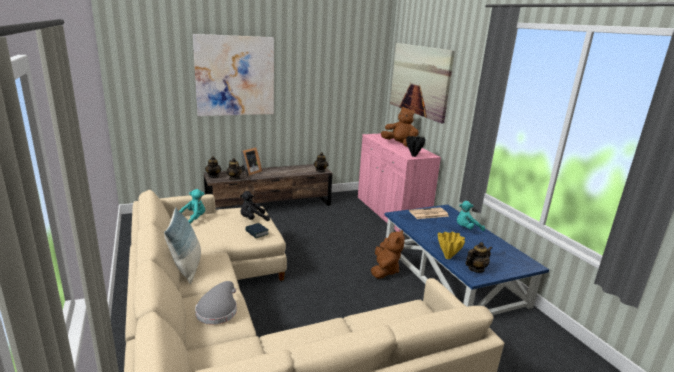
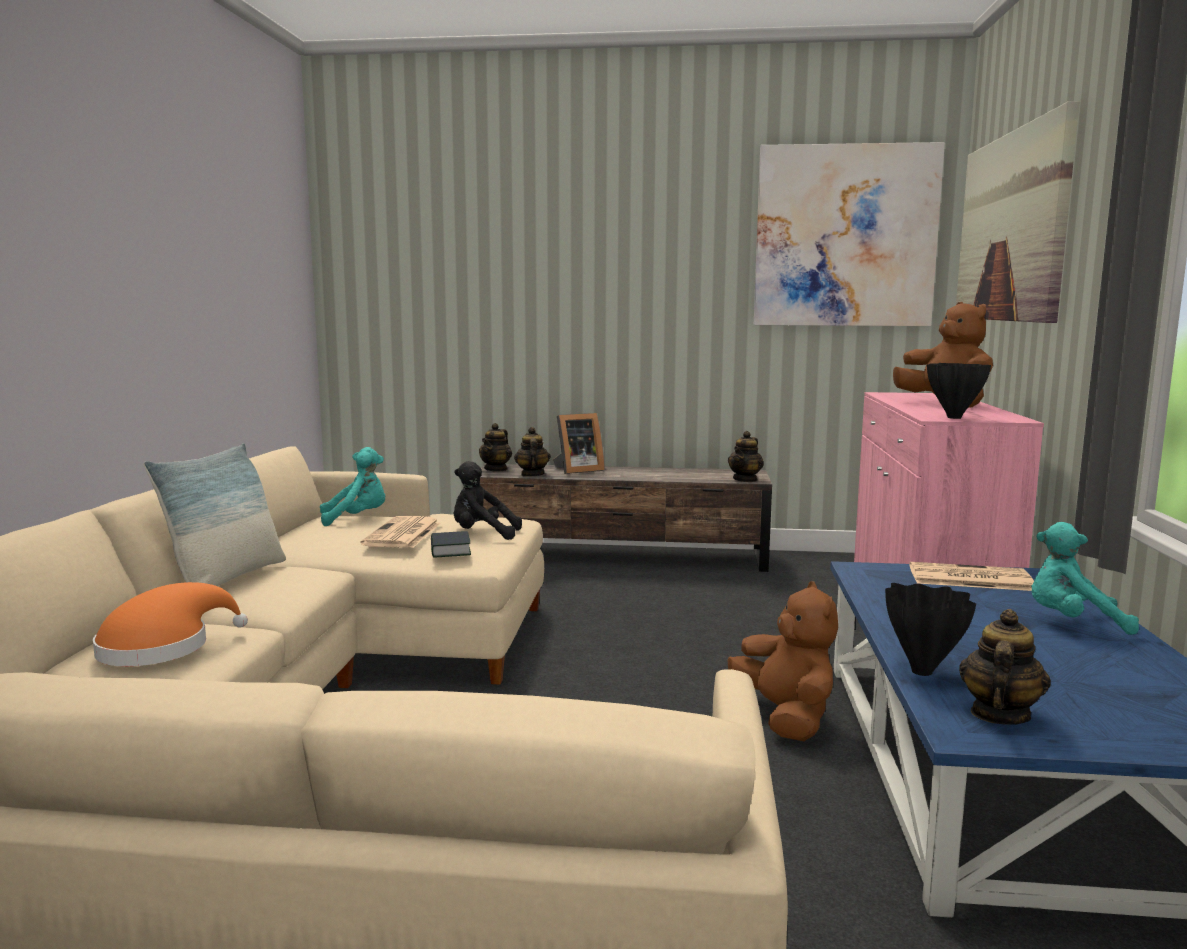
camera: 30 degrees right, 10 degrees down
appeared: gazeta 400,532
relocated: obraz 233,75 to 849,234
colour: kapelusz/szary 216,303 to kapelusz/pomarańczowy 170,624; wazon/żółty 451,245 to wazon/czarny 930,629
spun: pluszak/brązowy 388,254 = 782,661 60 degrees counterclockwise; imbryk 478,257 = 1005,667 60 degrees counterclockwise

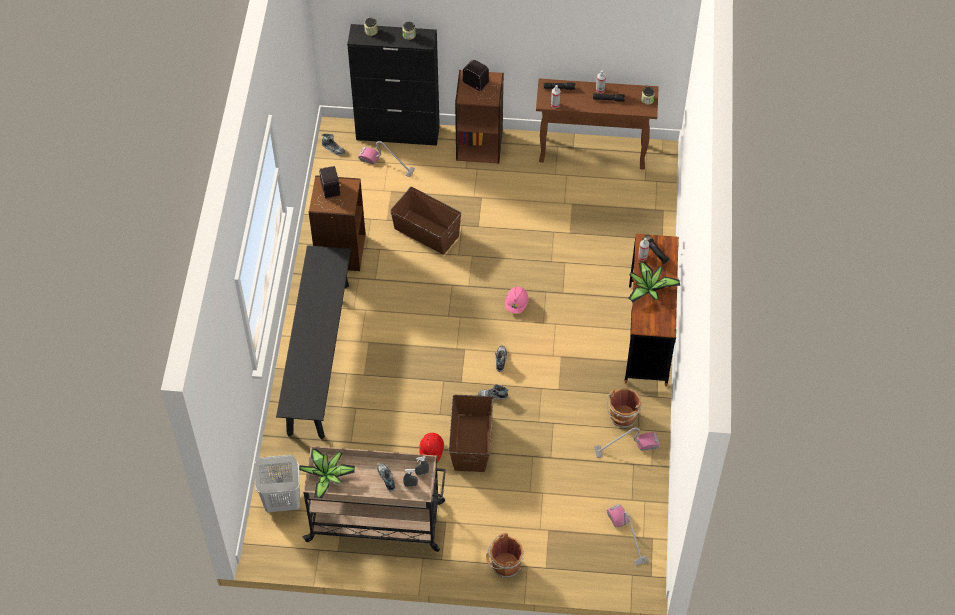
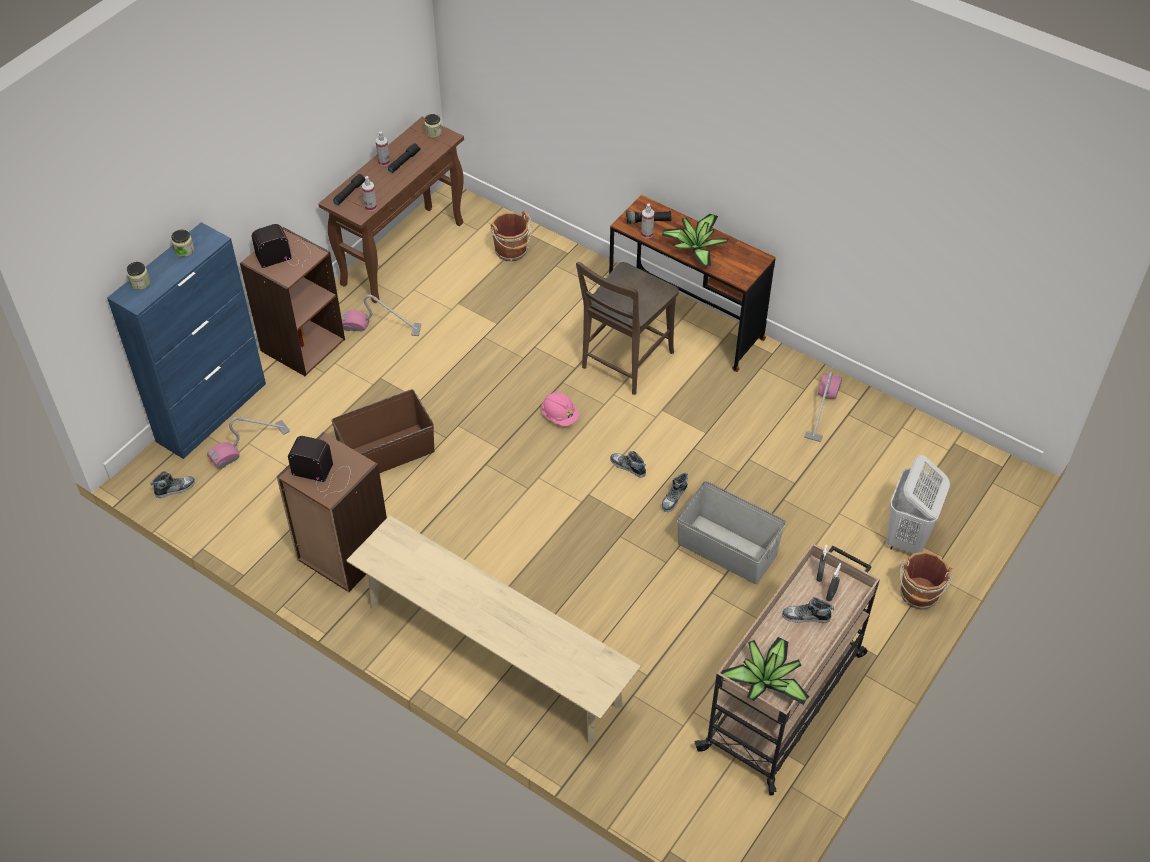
camera: 60 degrees left, 5 degrees down
missing: kask/czerwony 431,448
appeared: krzesło/brązowy 627,328
relocated: kosz na pranie/biały 277,483 to 918,504; wiadro/brązowy 624,408 to 511,236; odkurzacz 628,535 to 381,315
colour: ławka/czarny 313,342 to ławka/beżowy 493,629; szafka/czarny 393,85 to szafka/niebieski 186,340; pojemnik do przechowywania/brązowy 471,433 to pojemnik do przechowywania/szary 731,532

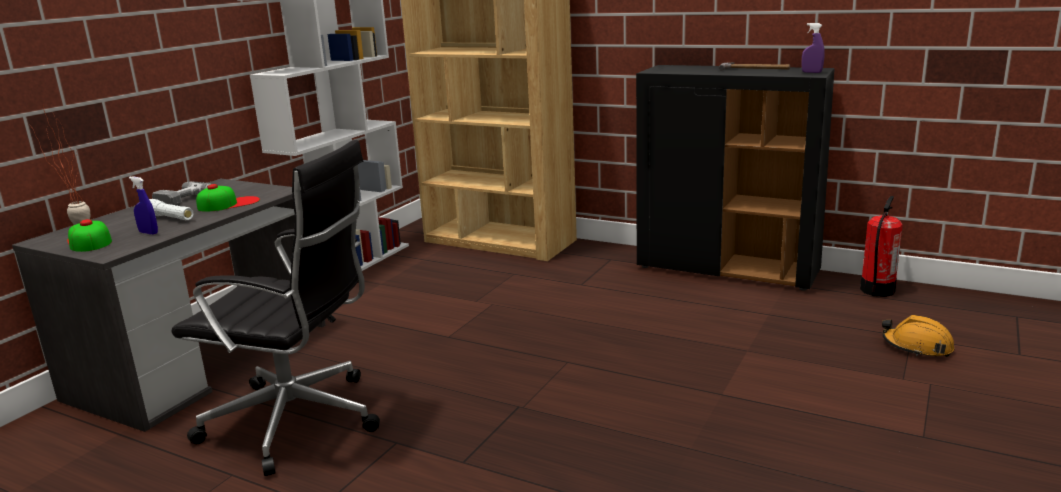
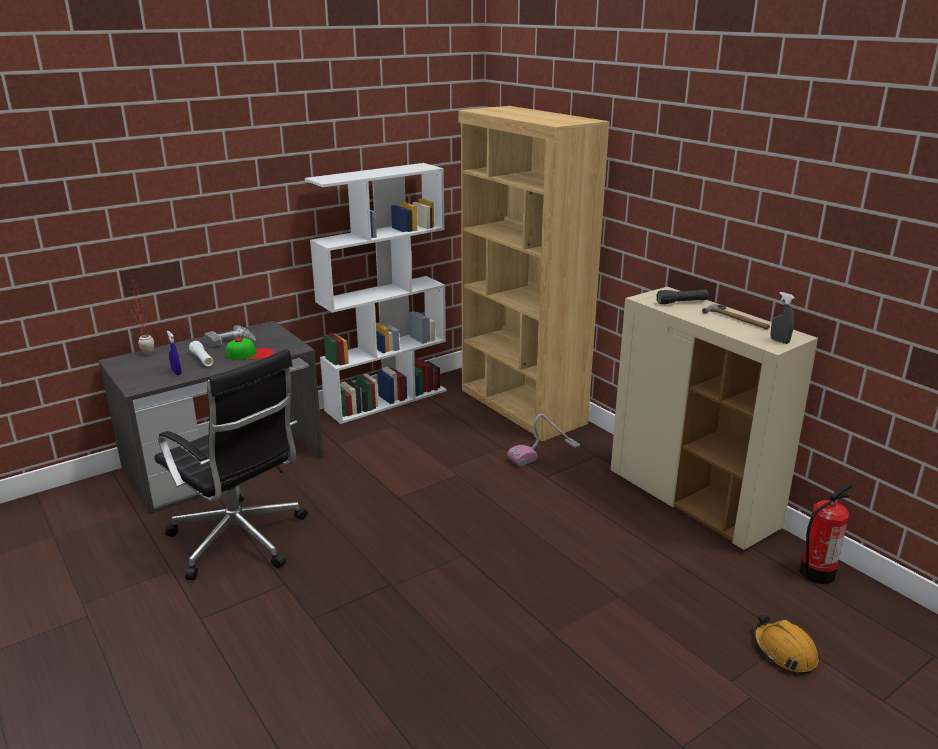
camera: 25 degrees right, 5 degrees up
missing: czapka z daszkiem 89,235
appeared: odkurzacz 543,440; latarka/czarny 682,296
colour: szafka/czarny 735,178 to szafka/beżowy 714,418; spryskiwacz/fioletowy 813,48 to spryskiwacz/szary 782,318

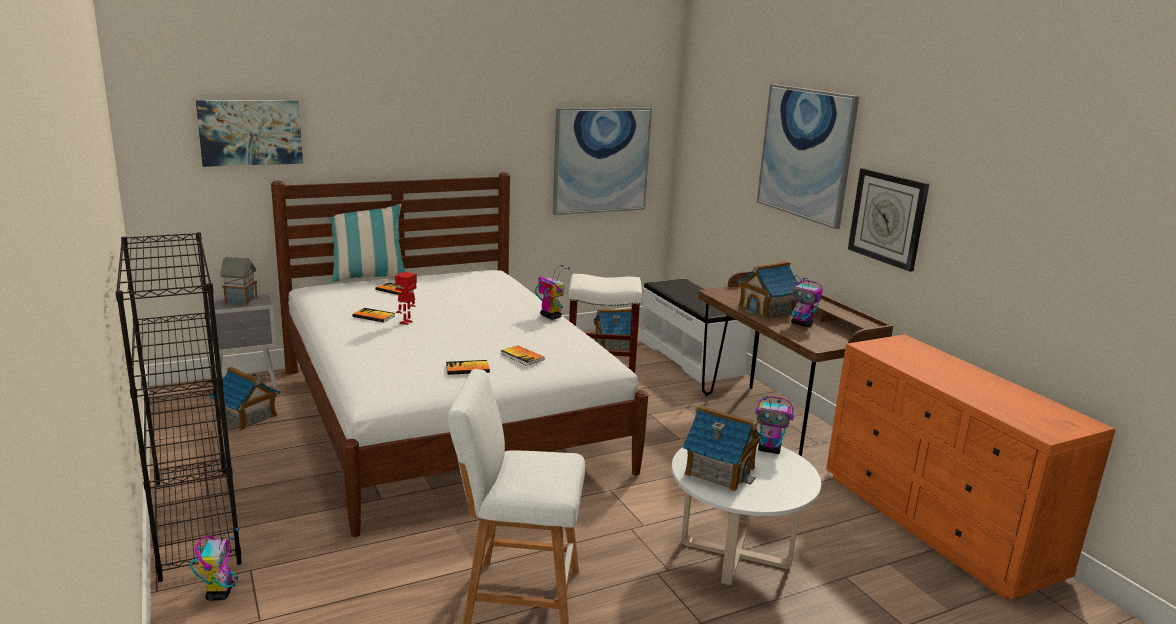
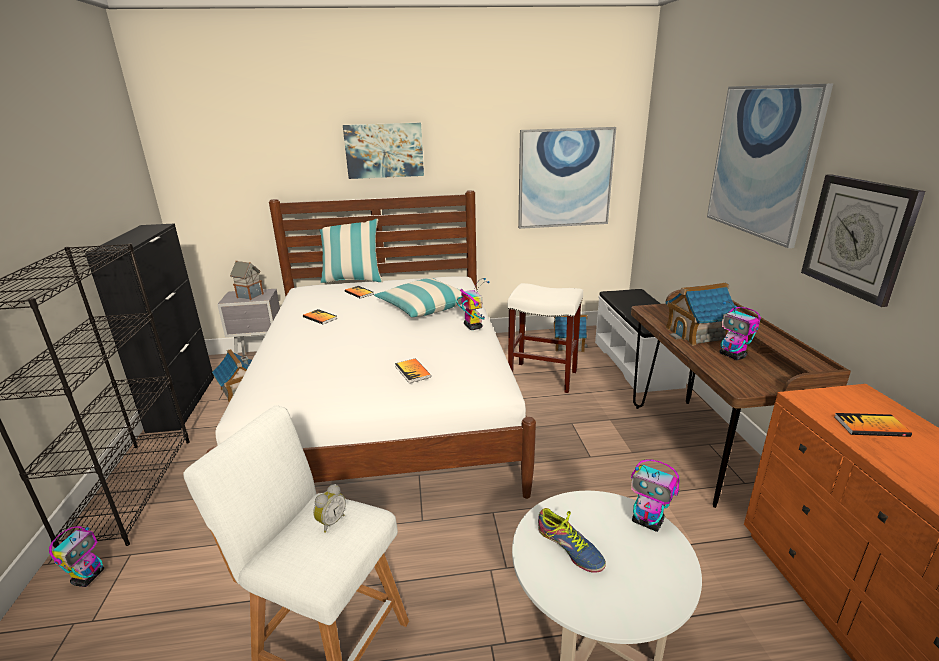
camera: 20 degrees right, 5 degrees up
missing: robot zabawkowy 406,298
appeared: szafka/czarny 149,328; budzik 329,508; poduszka 418,297
relocated: obraz 249,133 to 383,151; książka 468,367 to 873,425
exchanged: domek 722,448 to but 572,540

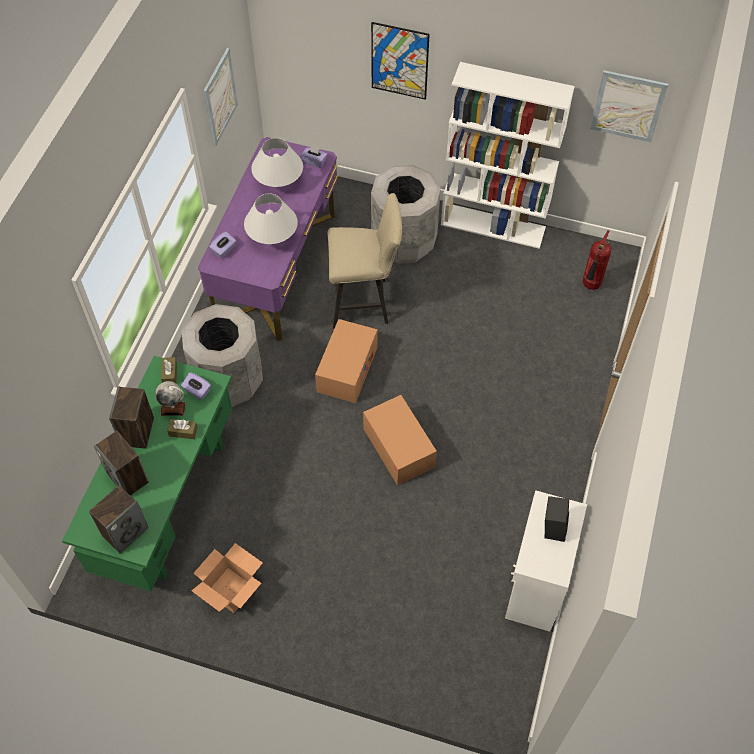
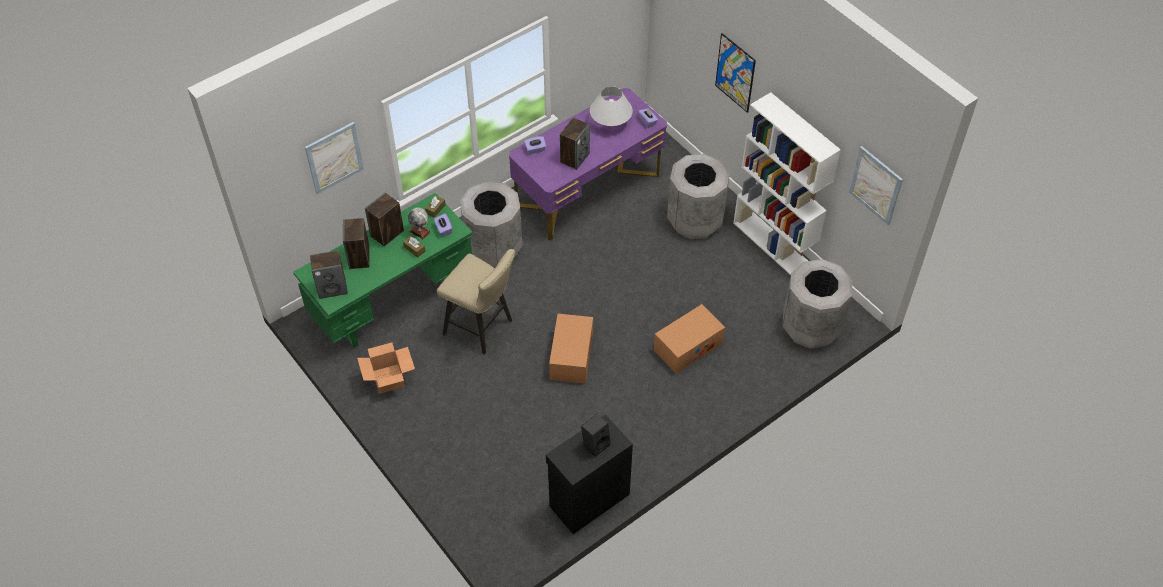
camera: 35 degrees right, 5 degrees down
relocated: obraz 220,97 to 334,158; karton 346,361 to 689,339; stołek/beżowy 364,261 to 476,301
exchanged: lampa stołowa/biały 271,218 to głośnik 575,144; gaśnica 597,260 to kosz na śmieci/szary 817,304
colour: szafka/biały 546,561 to szafka/czarny 589,474

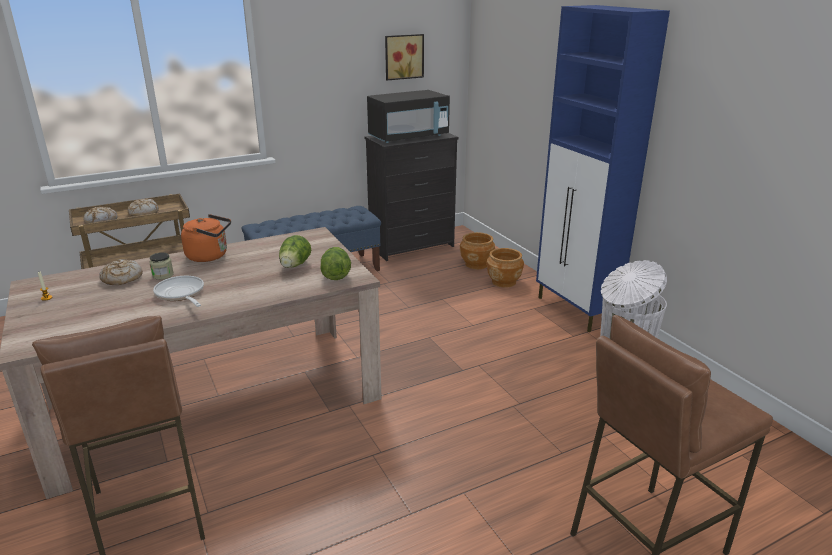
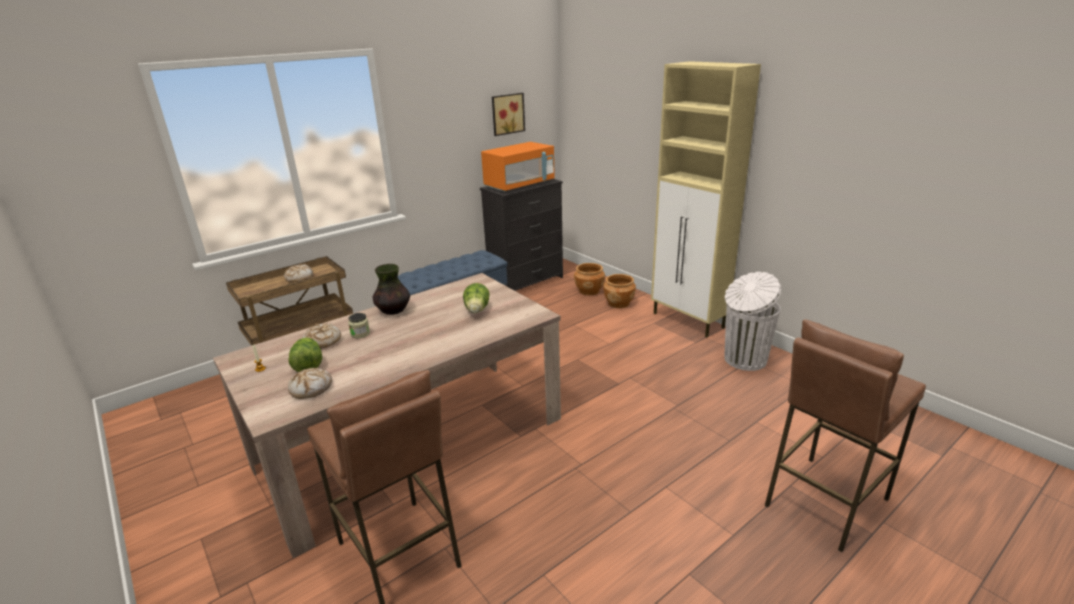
camera: 10 degrees left, 0 degrees up
missing: patelnia 178,291
relocated: chleb 100,215 to 310,383; sałata 336,263 to 305,355
exchanged: czajnik/pomarańczowy 206,238 to wazon 391,289
colour: mikrofalówka/czarny 408,116 to mikrofalówka/pomarańczowy 518,167; szafka/niebieski 603,168 to szafka/beżowy 706,199

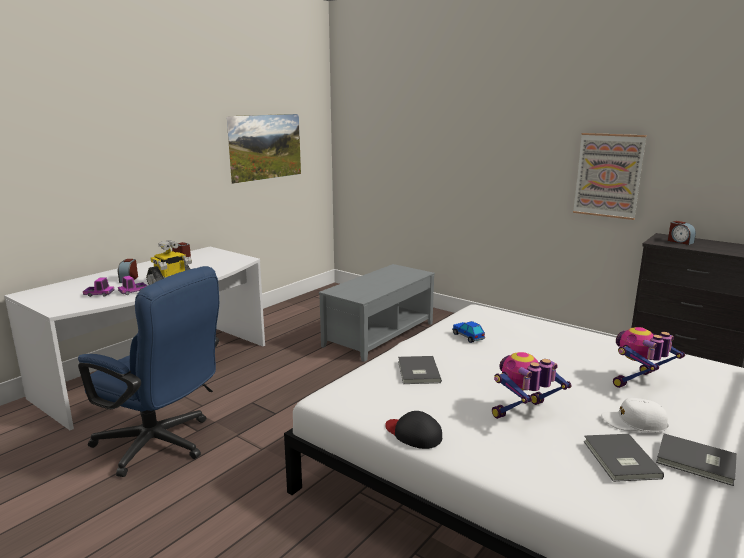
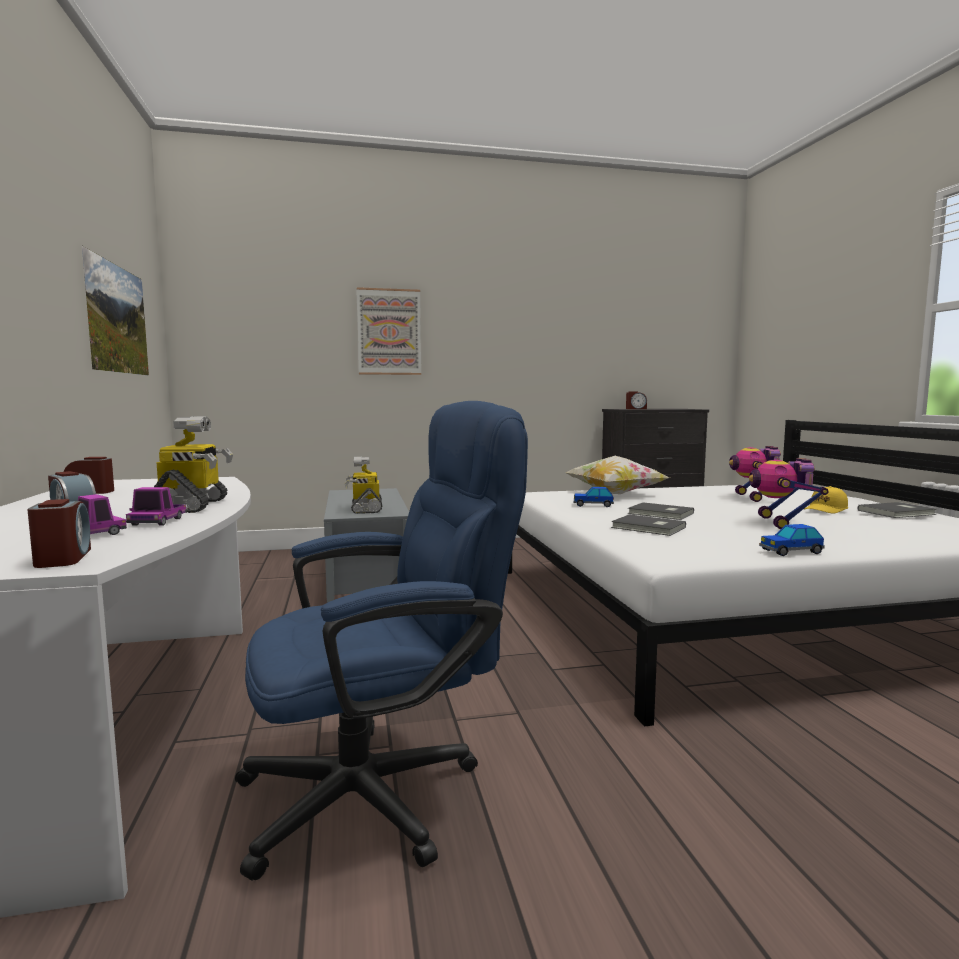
camera: 50 degrees left, 10 degrees down
appeared: budzik 59,533; robot zabawkowy 363,485; poduszka 617,475
relocated: obraz 610,176 to 388,331; książka/szary 623,458 to 661,511
exchanged: czapka z daszkiem/czarny 413,430 to samochodzik 792,540
colour: czapka z daszkiem/biały 635,415 to czapka z daszkiem/żółty 826,499

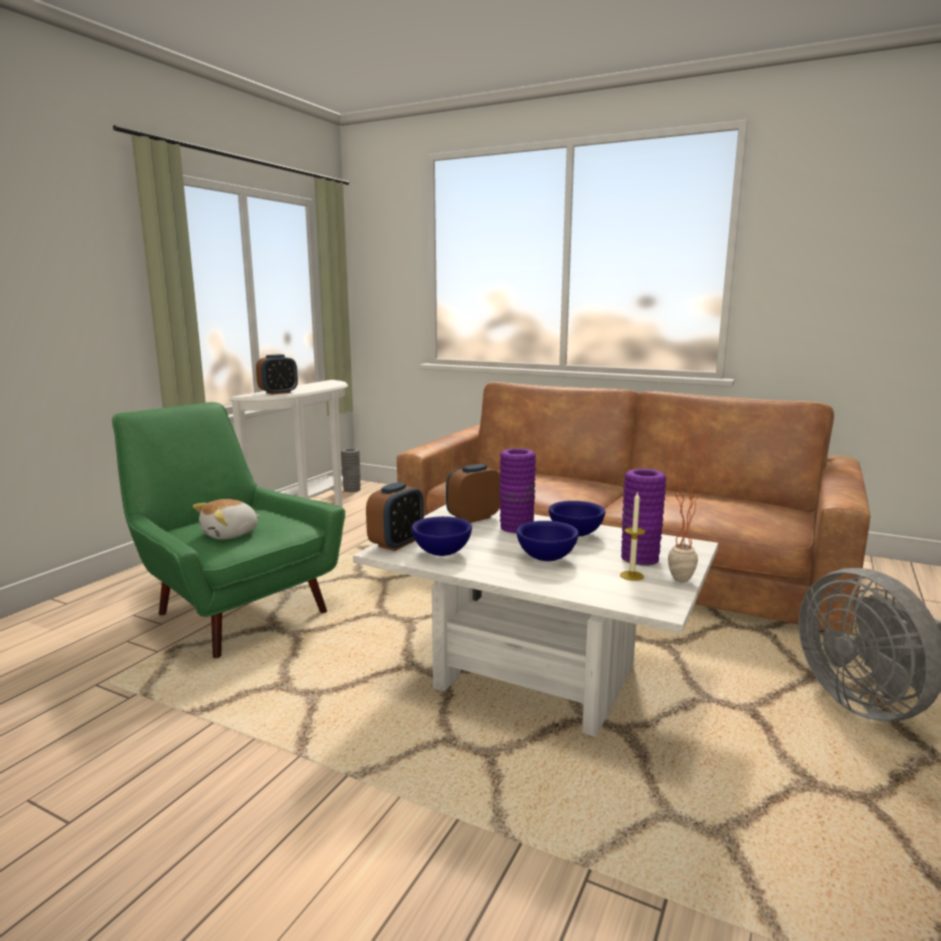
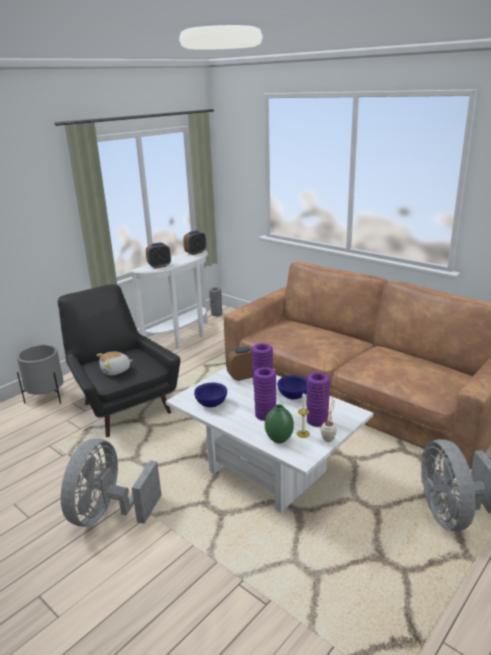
camera: 15 degrees right, 10 degrees up
appeared: donica/szary 40,374; wentylator/szary 111,482; wazon/zielony 279,424
relocated: budzik 395,516 to 194,242
exchanged: miska/niebieski 547,541 to wazon/fioletowy 264,394
colour: fotel/zielony 228,530 to fotel/czarny 119,360

